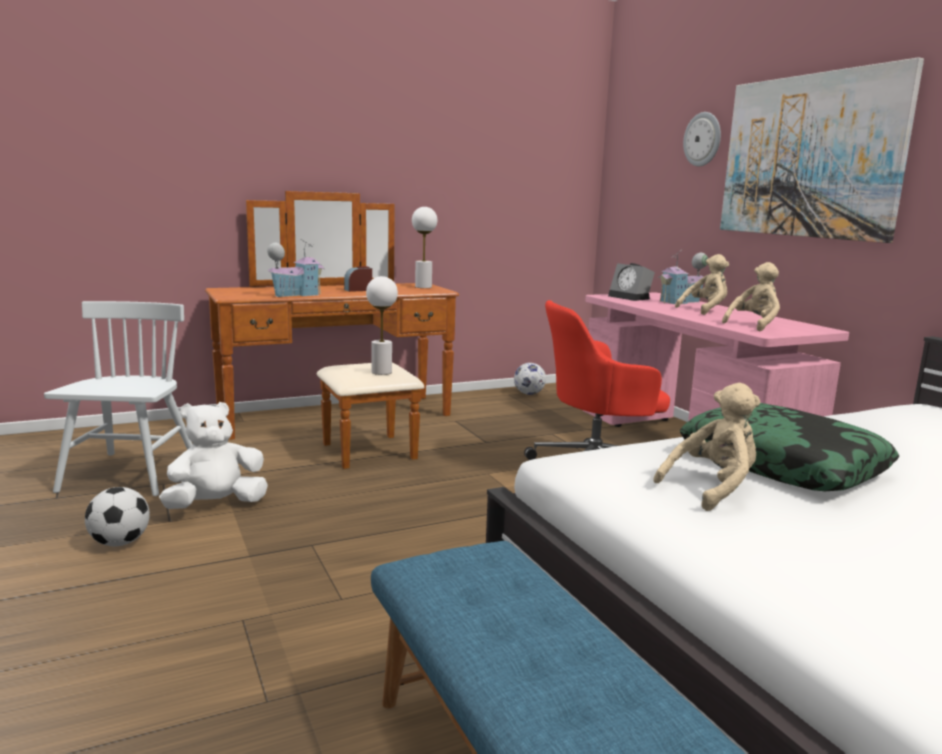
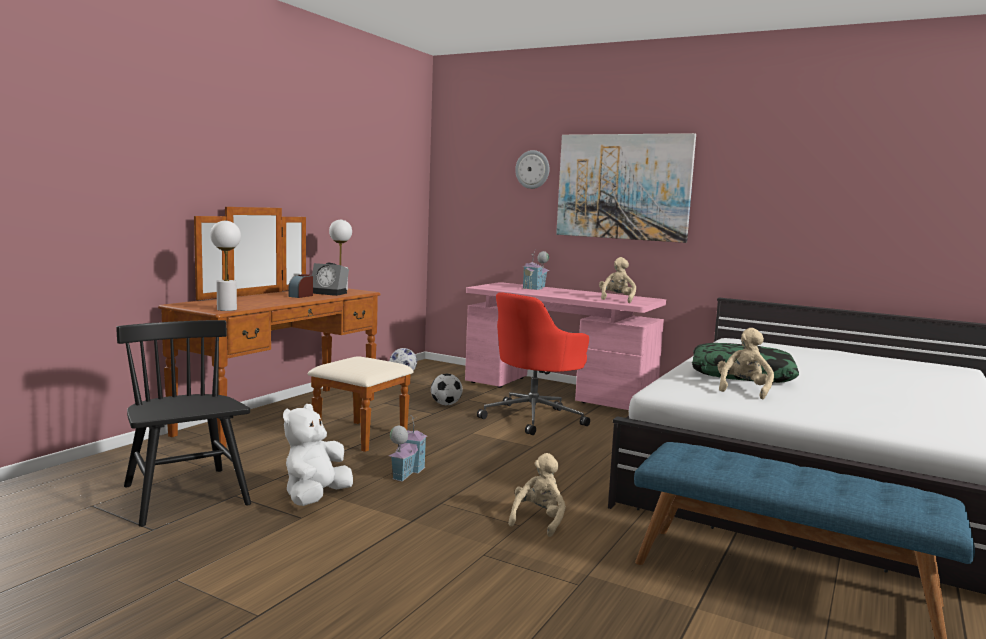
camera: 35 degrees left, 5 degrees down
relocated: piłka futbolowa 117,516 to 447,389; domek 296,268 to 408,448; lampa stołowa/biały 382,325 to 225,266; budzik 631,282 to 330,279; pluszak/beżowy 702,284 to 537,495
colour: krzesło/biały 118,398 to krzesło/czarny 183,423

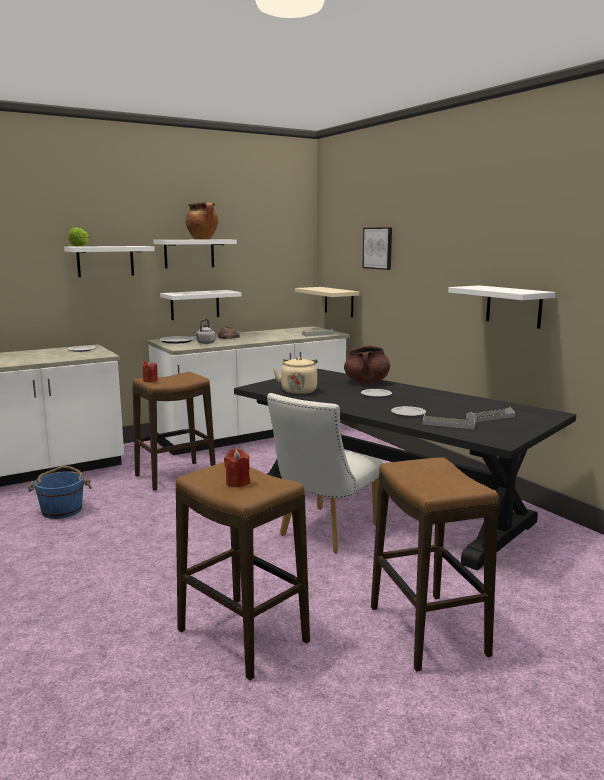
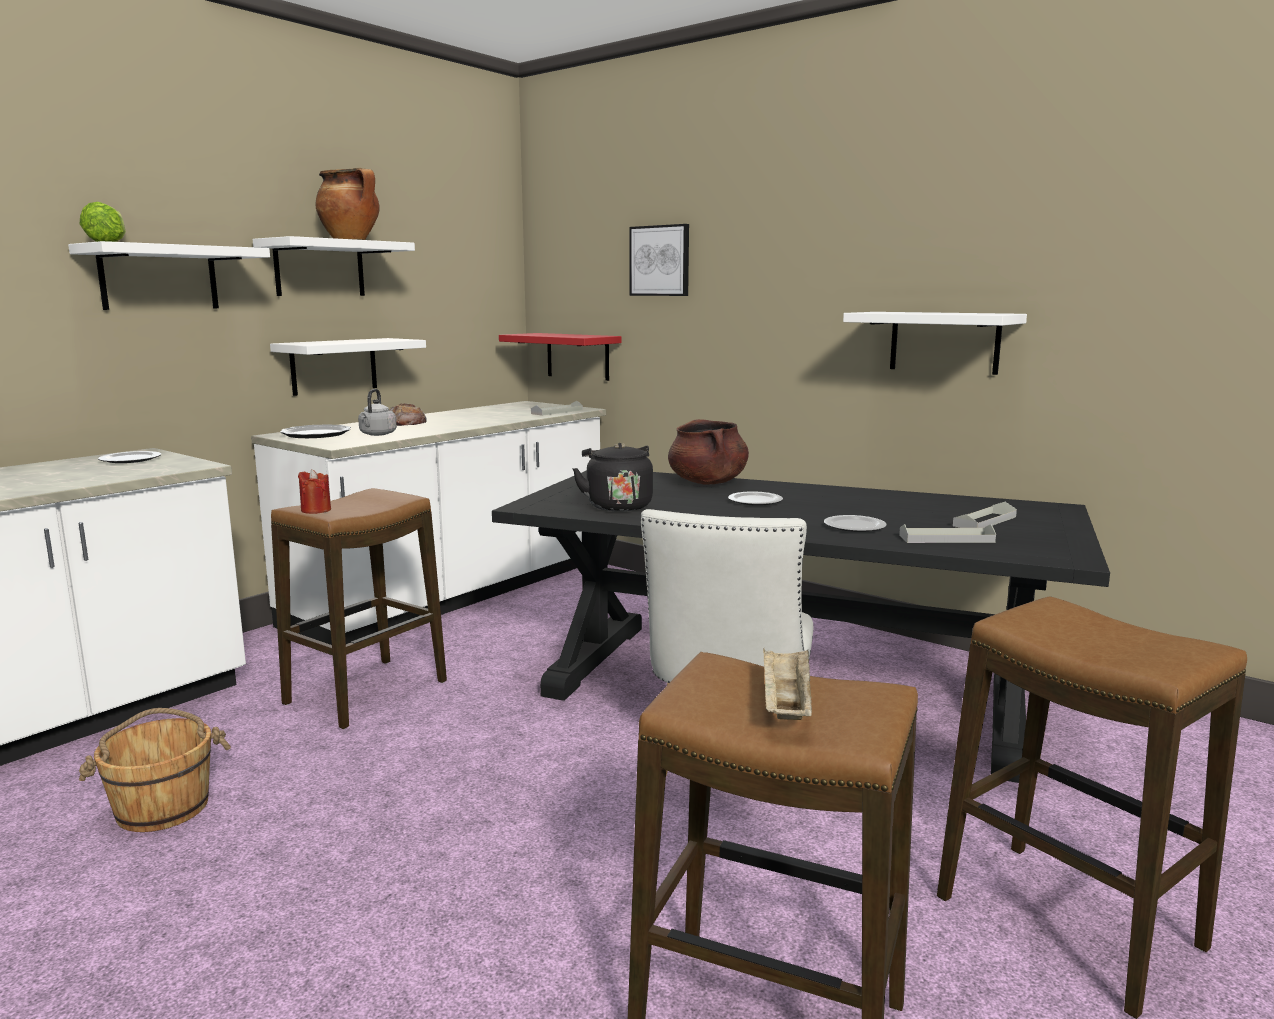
camera: 20 degrees left, 0 degrees up
exchanged: świeca/czerwony 237,468 to taca/beżowy 787,684
colour: wiadro/niebieski 60,492 to wiadro/brązowy 155,770; czajnik/beżowy 295,375 to czajnik/czarny 612,477; półka/beżowy 327,302 to półka/czerwony 560,357

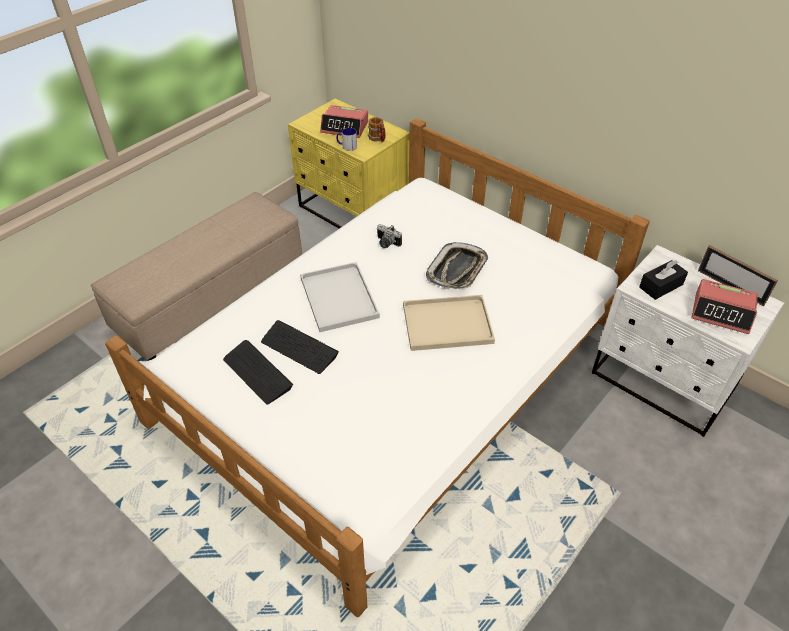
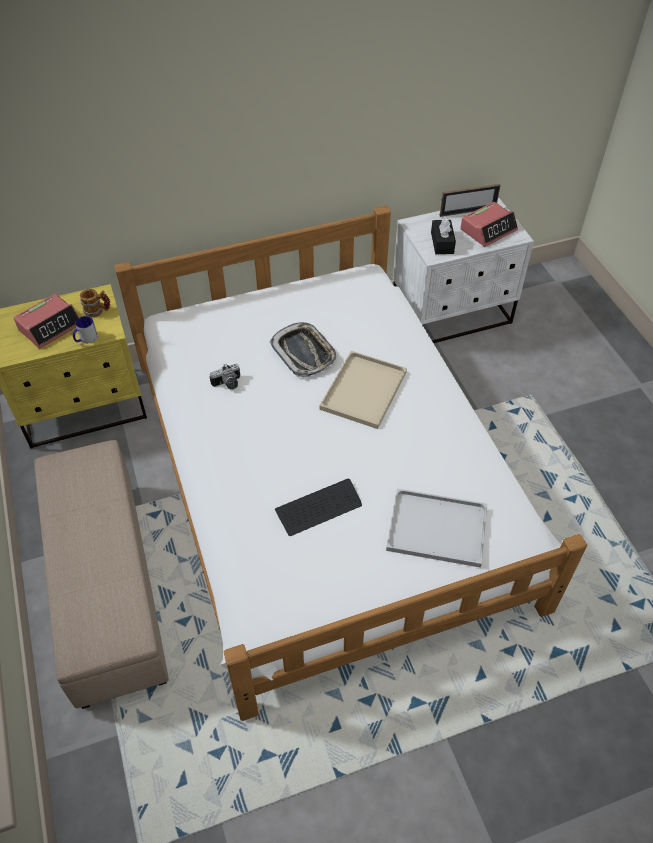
camera: 60 degrees left, 5 degrees up
missing: klawiatura 258,372
relocated: taca/biały 340,297 to 436,528

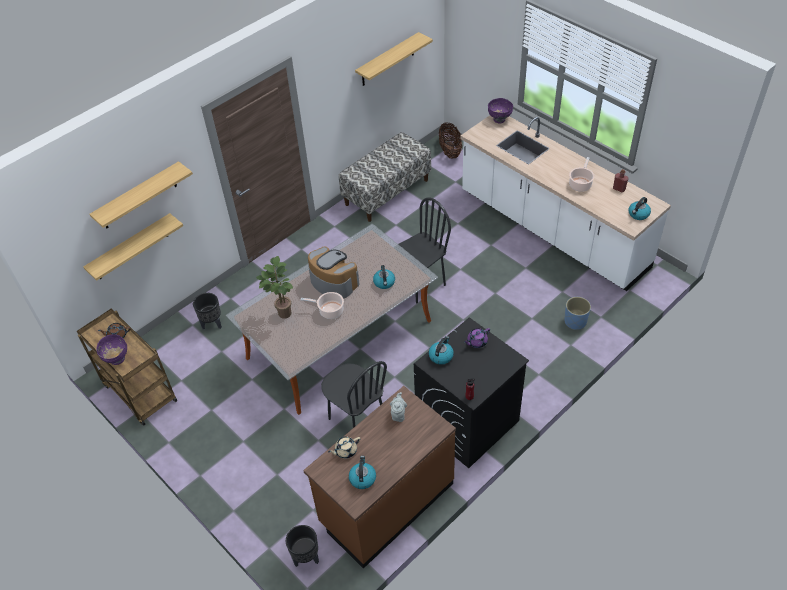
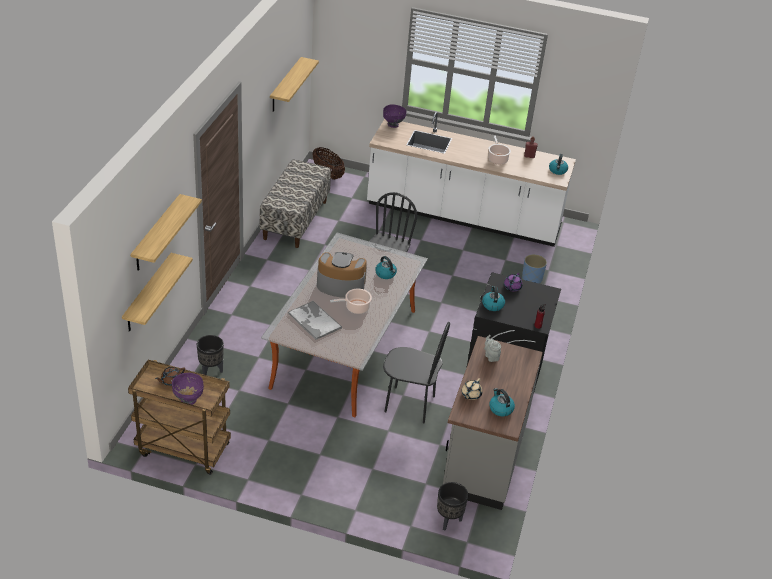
camera: 35 degrees left, 10 degrees down
exchanged: roślina doniczkowa 274,287 to taca 315,320
colour: zabudowa kuchenna/brązowy 379,477 to zabudowa kuchenna/szary 493,423

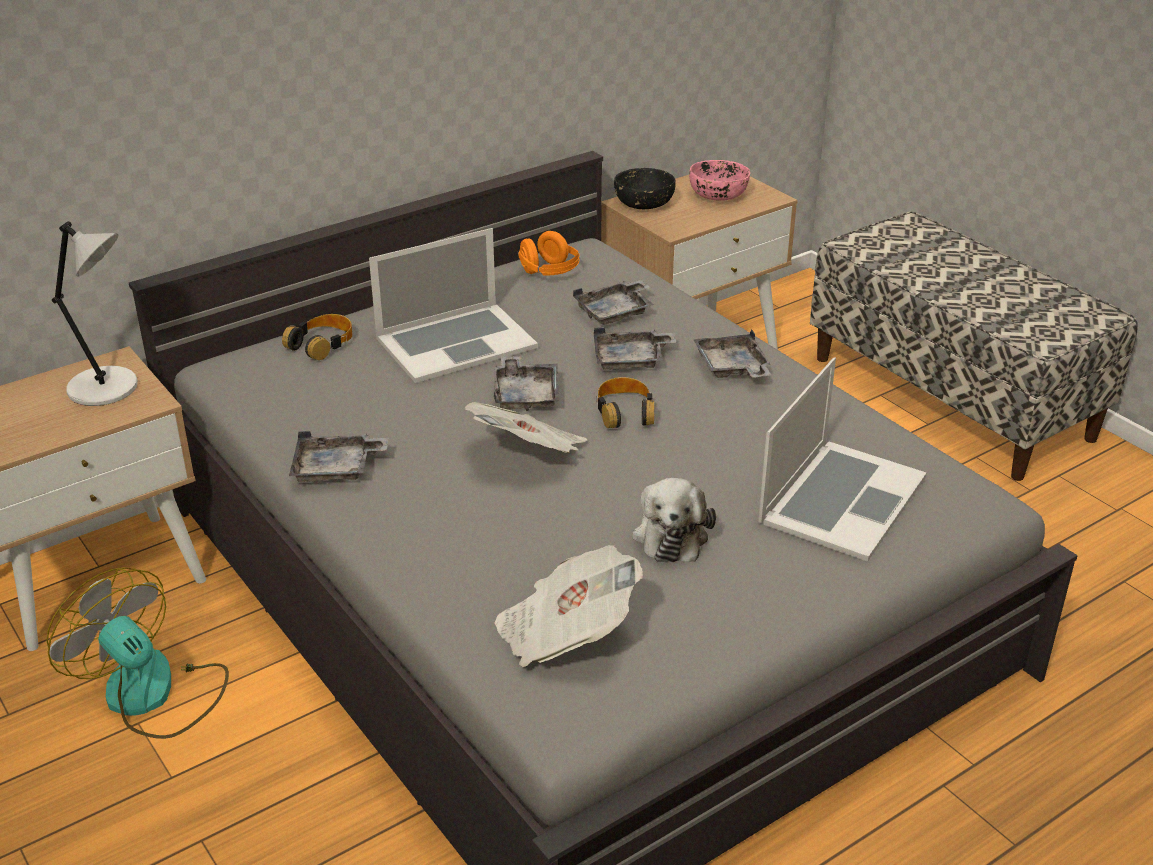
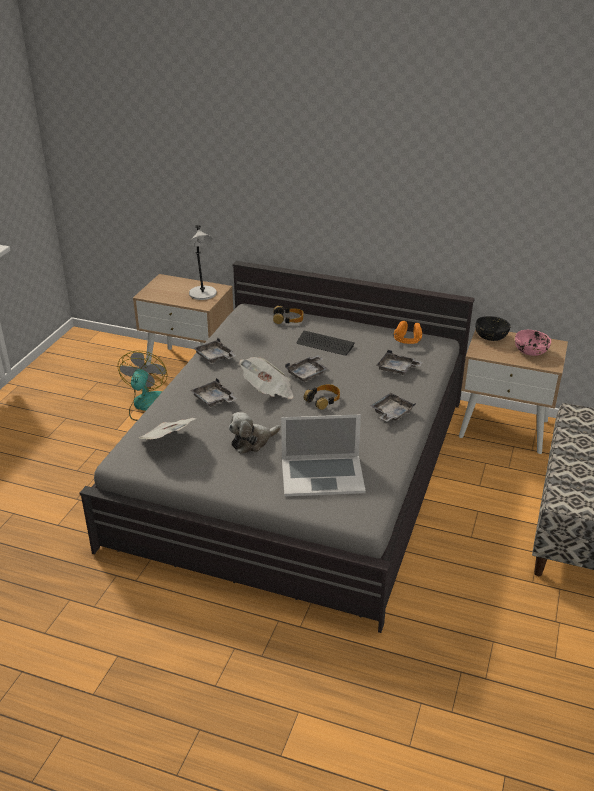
camera: 55 degrees right, 0 degrees up
relocated: taca/szary 635,348 to 213,392
exchanged: laptop 453,305 to klawiatura 325,343

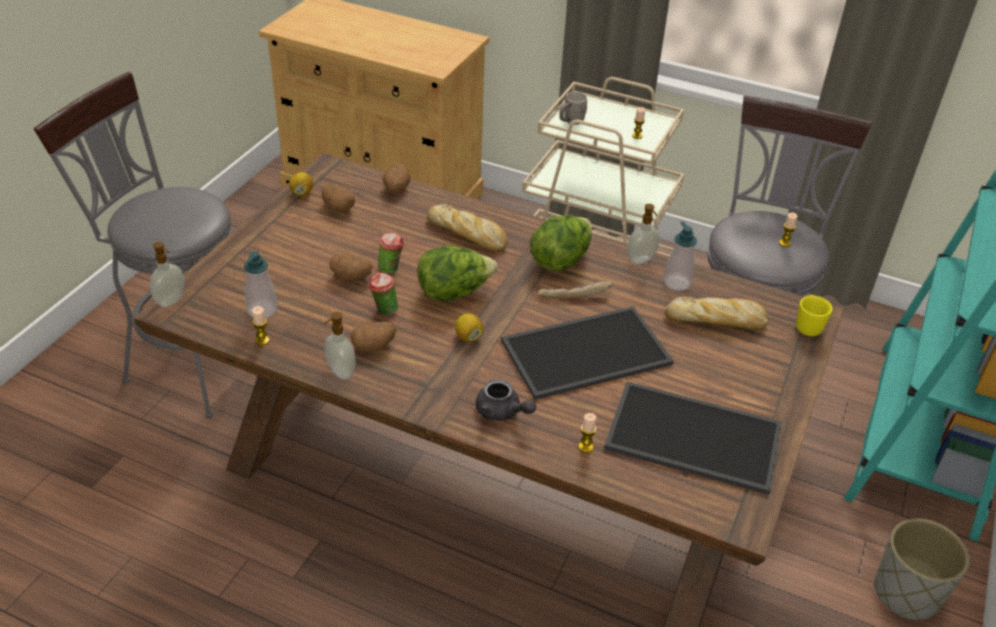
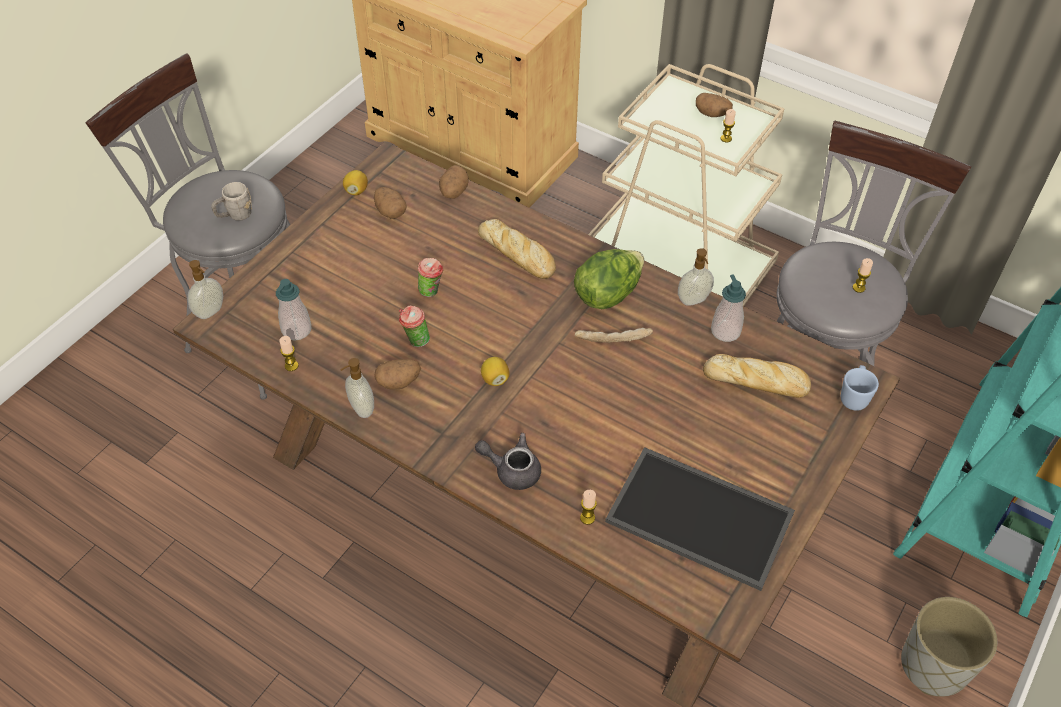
camera: 10 degrees right, 10 degrees up
missing: sałata 457,273; taca 587,353
relocated: ziemniak 351,267 to 714,105; kubek/szary 573,108 to 231,201
colour: kubek/żółty 814,315 to kubek/niebieski 860,388
spun: imbryk/szary 506,400 = 508,461 150 degrees clockwise

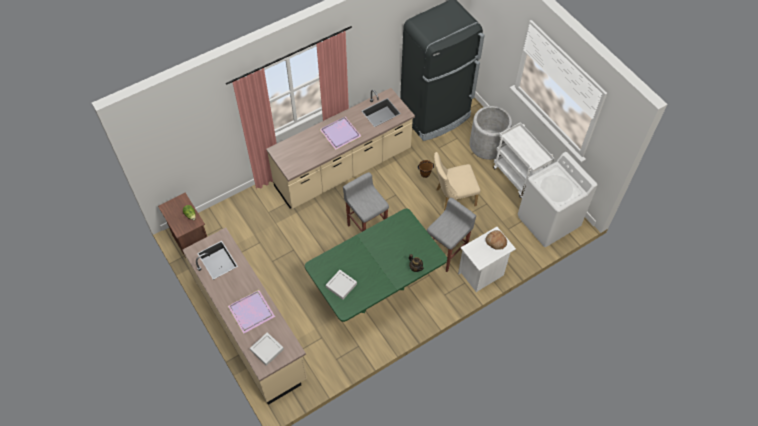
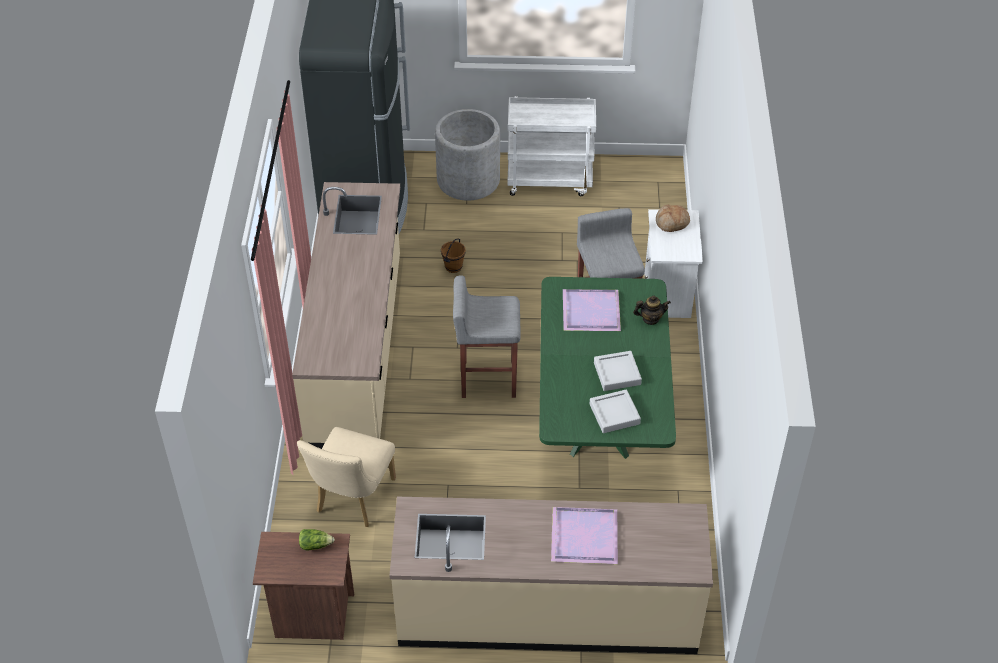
camera: 55 degrees left, 10 degrees down
missing: pralka/biały 557,199
relocated: taca/szary 267,349 to 618,371; taca/fioletowy 340,133 to 592,310; krzesło/beżowy 457,181 to 346,477

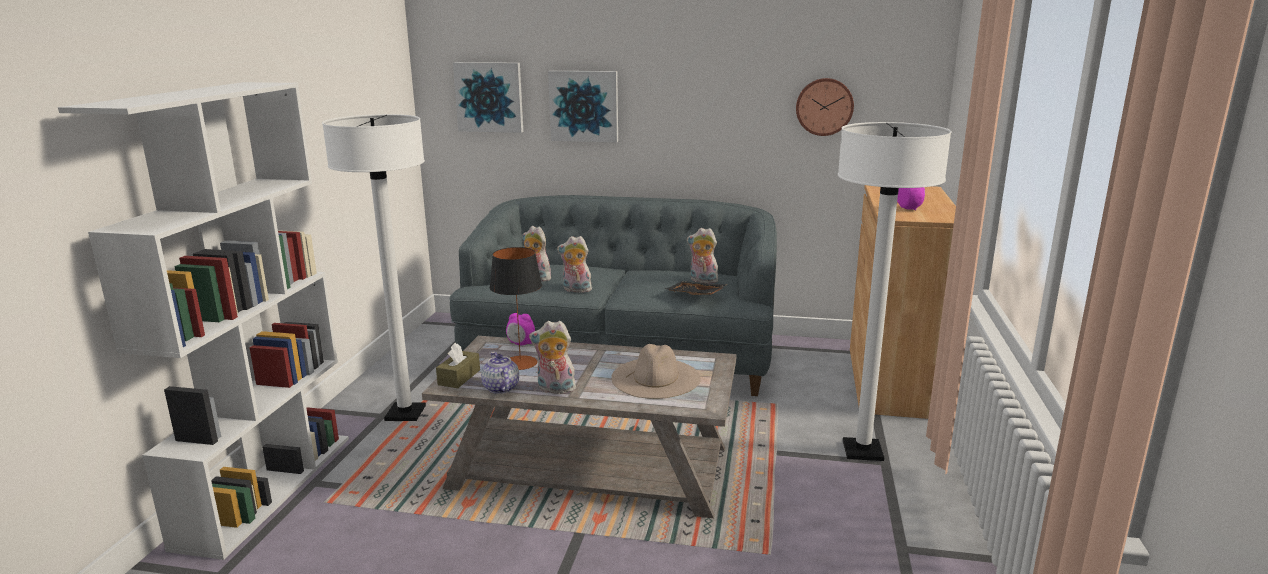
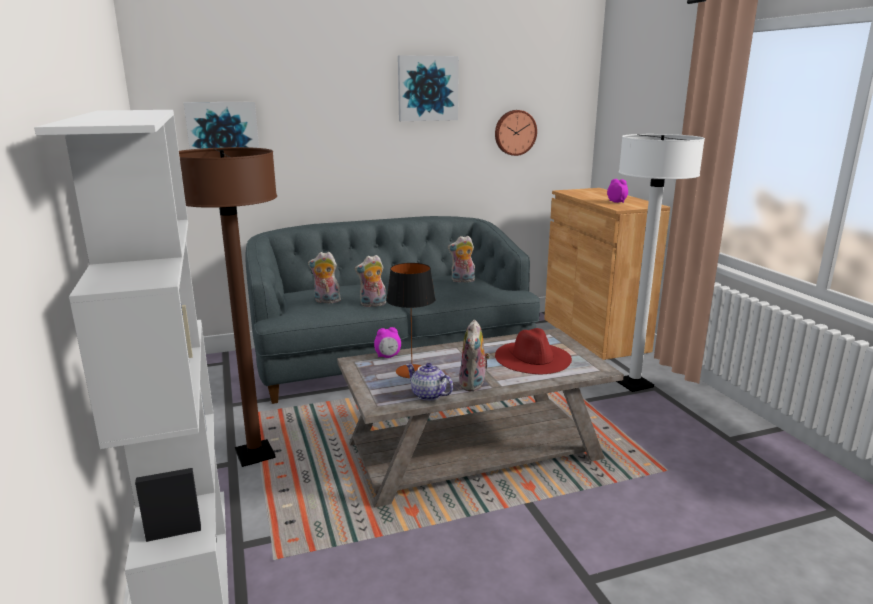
camera: 30 degrees left, 0 degrees up
missing: pudełko chusteczek/brązowy 458,365; taca/czarny 696,288
relocated: obraz 583,106 to 428,88
colour: lampa stojąca/biały 374,267 to lampa stojąca/brązowy 228,307; kapelusz/beżowy 656,371 to kapelusz/czerwony 533,351
spun: pluszak 552,357 = 474,355 60 degrees counterclockwise

